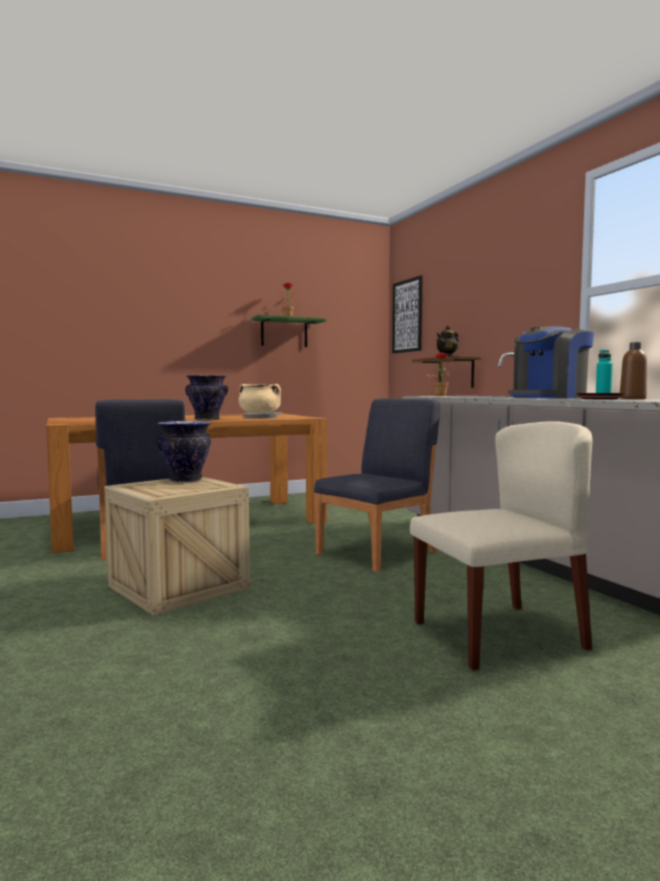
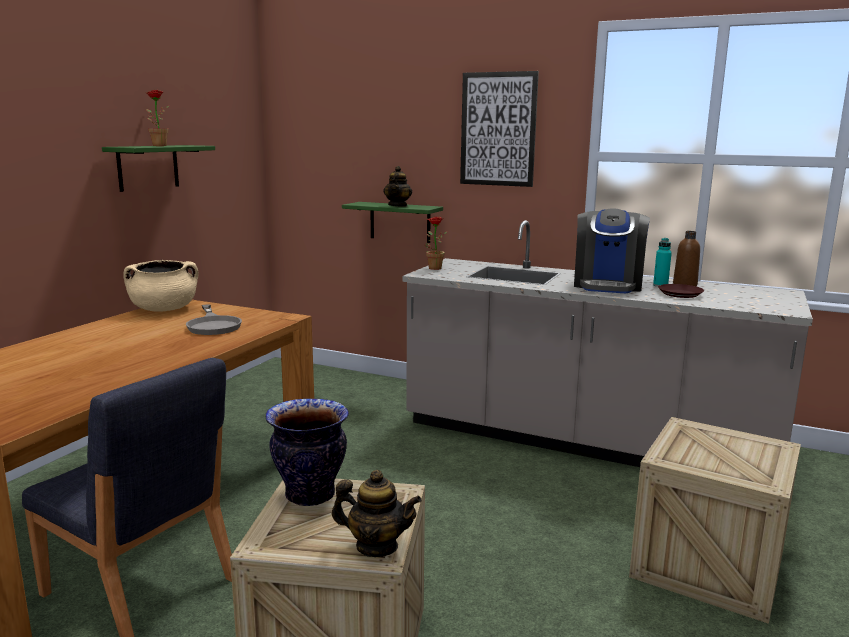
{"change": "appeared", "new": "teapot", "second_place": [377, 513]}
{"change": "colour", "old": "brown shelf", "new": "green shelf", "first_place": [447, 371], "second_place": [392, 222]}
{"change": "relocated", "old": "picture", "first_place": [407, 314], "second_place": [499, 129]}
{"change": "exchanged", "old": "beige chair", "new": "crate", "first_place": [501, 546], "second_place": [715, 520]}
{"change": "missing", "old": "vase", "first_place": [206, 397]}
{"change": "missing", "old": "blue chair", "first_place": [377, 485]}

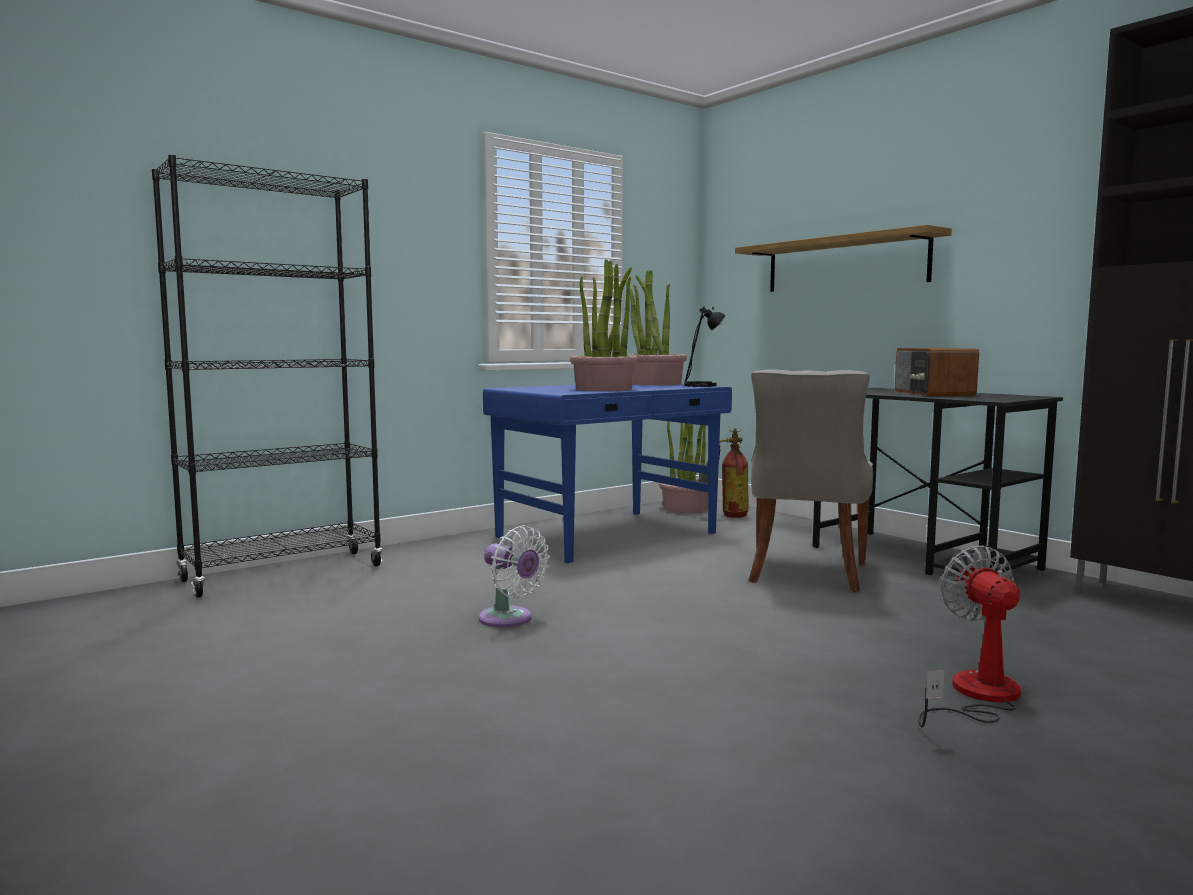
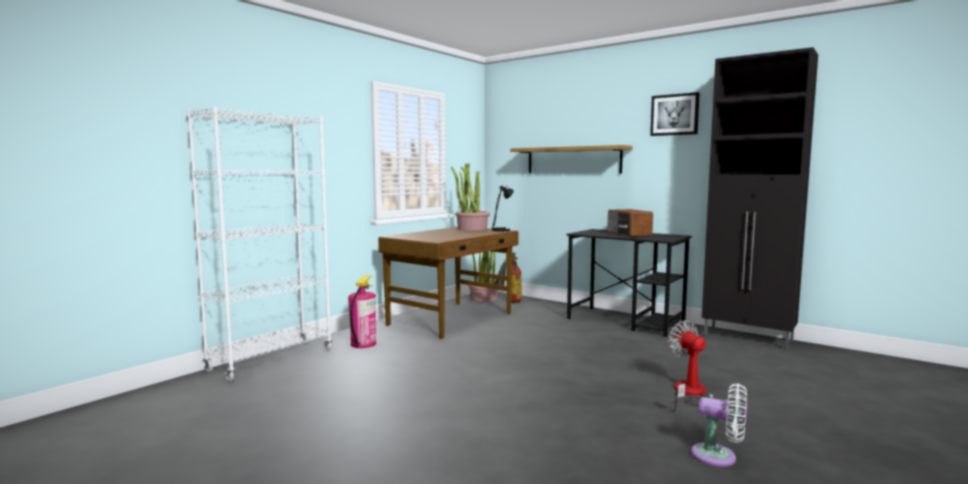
{"change": "colour", "old": "black bookcase", "new": "white bookcase", "first_place": [267, 376], "second_place": [259, 244]}
{"change": "appeared", "new": "fire extinguisher", "second_place": [362, 311]}
{"change": "colour", "old": "blue desk", "new": "brown desk", "first_place": [607, 473], "second_place": [448, 283]}
{"change": "appeared", "new": "picture", "second_place": [675, 114]}
{"change": "relocated", "old": "white fan", "first_place": [514, 576], "second_place": [719, 425]}
{"change": "missing", "old": "potted plant", "first_place": [603, 325]}
{"change": "missing", "old": "grey chair", "first_place": [811, 480]}

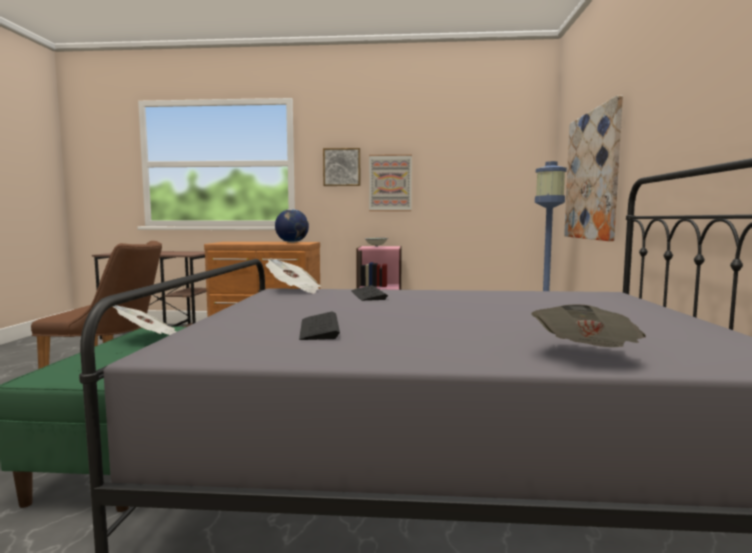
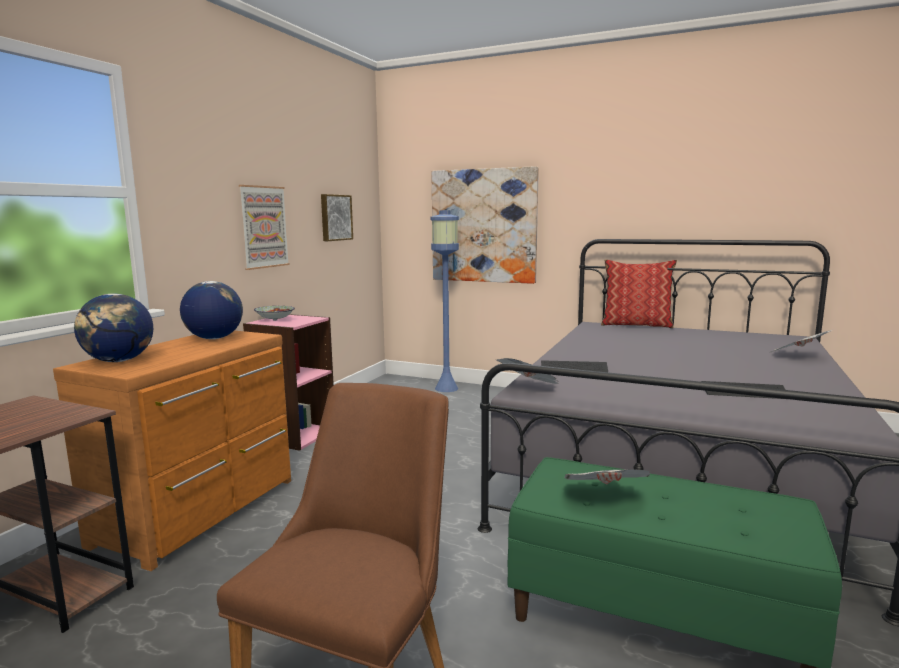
{"change": "appeared", "new": "globe", "second_place": [113, 328]}
{"change": "relocated", "old": "picture", "first_place": [341, 167], "second_place": [337, 217]}
{"change": "appeared", "new": "pillow", "second_place": [639, 294]}

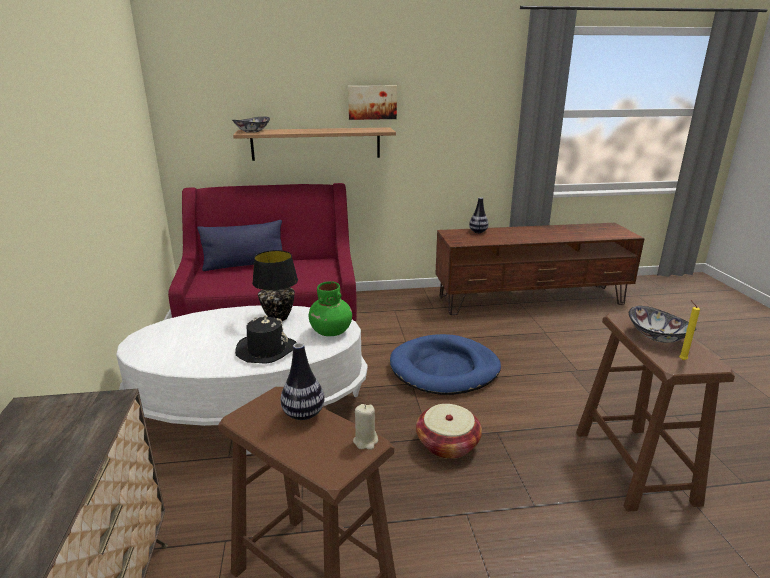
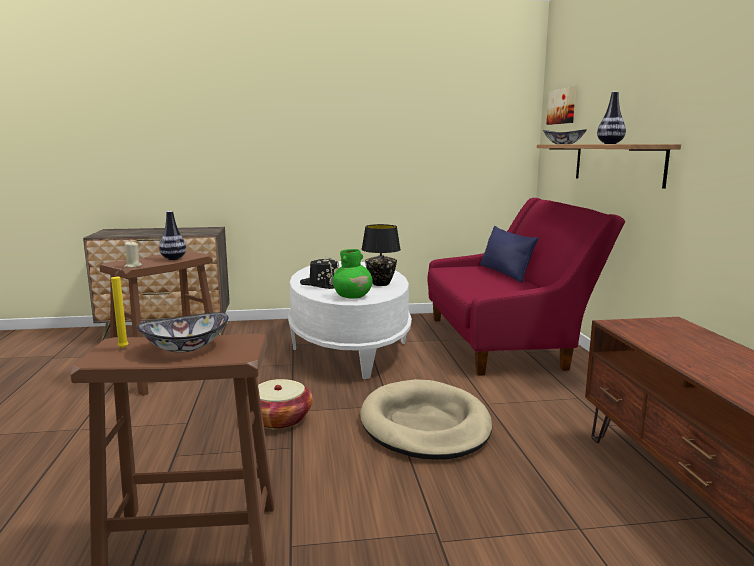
{"change": "colour", "old": "blue dog bed", "new": "beige dog bed", "first_place": [445, 364], "second_place": [426, 419]}
{"change": "relocated", "old": "picture", "first_place": [372, 103], "second_place": [561, 106]}
{"change": "relocated", "old": "vase", "first_place": [478, 215], "second_place": [611, 118]}

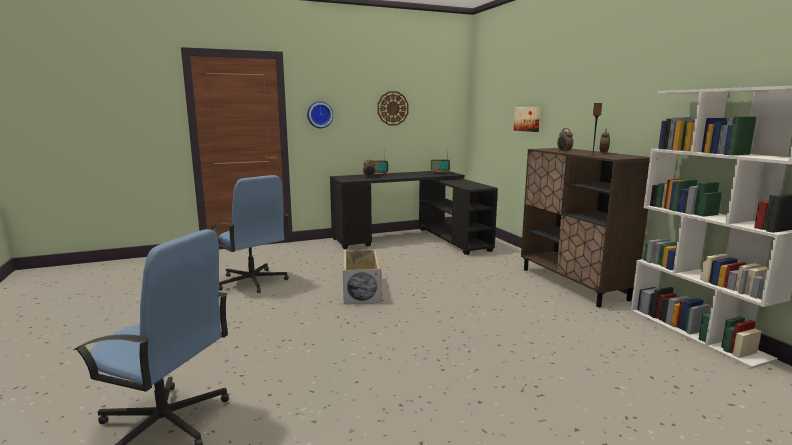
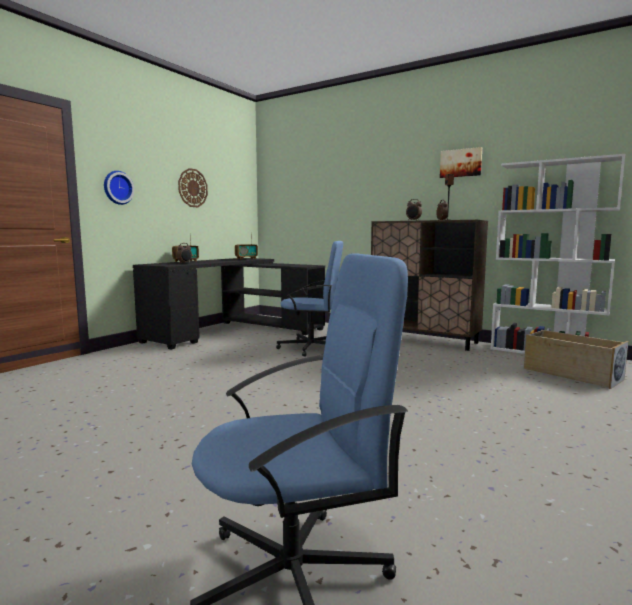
{"change": "relocated", "old": "blue office chair", "first_place": [250, 234], "second_place": [309, 299]}
{"change": "relocated", "old": "picture", "first_place": [527, 119], "second_place": [461, 162]}
{"change": "relocated", "old": "beige storage box", "first_place": [362, 276], "second_place": [576, 359]}

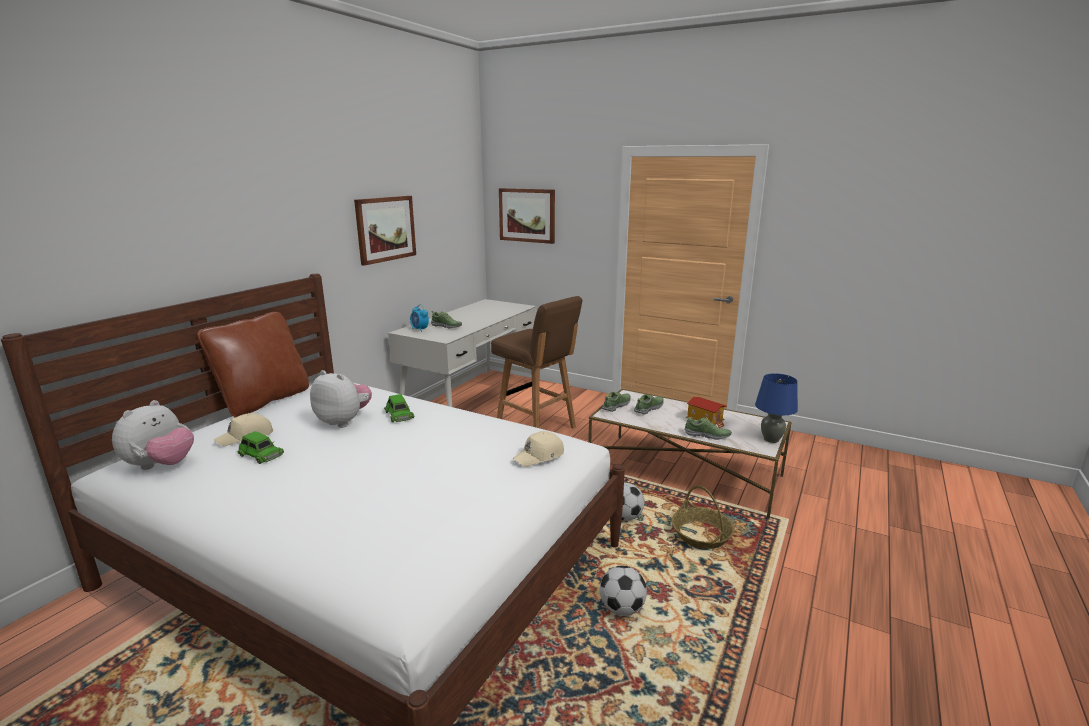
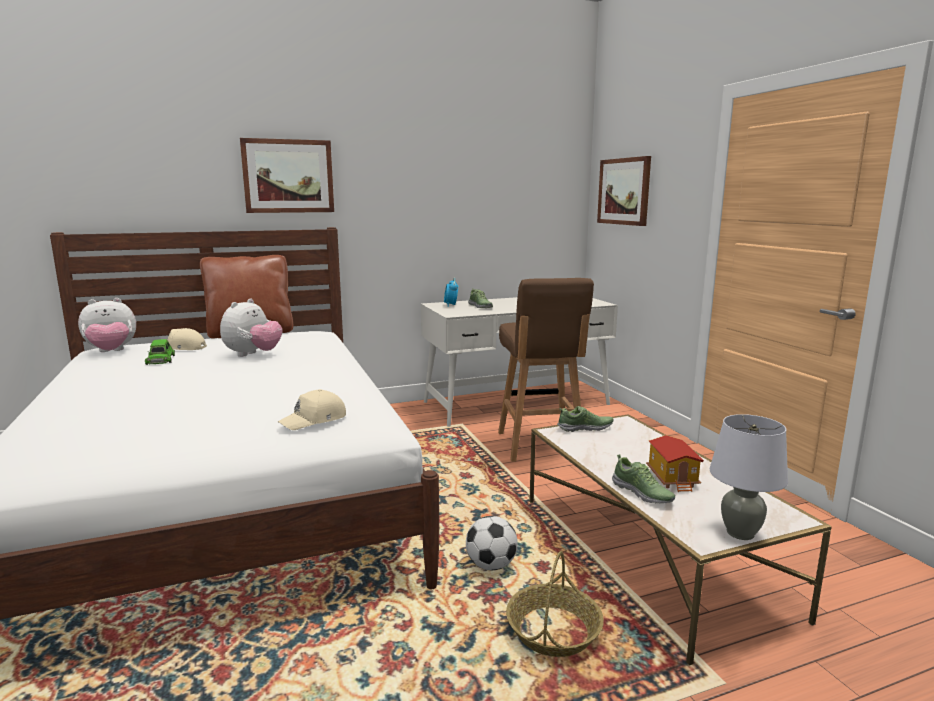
{"change": "spun", "old": "plush toy", "first_place": [341, 399], "second_place": [251, 327], "degrees": 45}
{"change": "relocated", "old": "picture", "first_place": [385, 231], "second_place": [287, 175]}
{"change": "spun", "old": "beige cap", "first_place": [538, 449], "second_place": [312, 409], "degrees": -45}
{"change": "colour", "old": "blue table lamp", "new": "grey table lamp", "first_place": [776, 408], "second_place": [749, 477]}
{"change": "missing", "old": "green toy car", "first_place": [399, 408]}
{"change": "missing", "old": "football", "first_place": [623, 591]}
{"change": "missing", "old": "shoe", "first_place": [649, 404]}

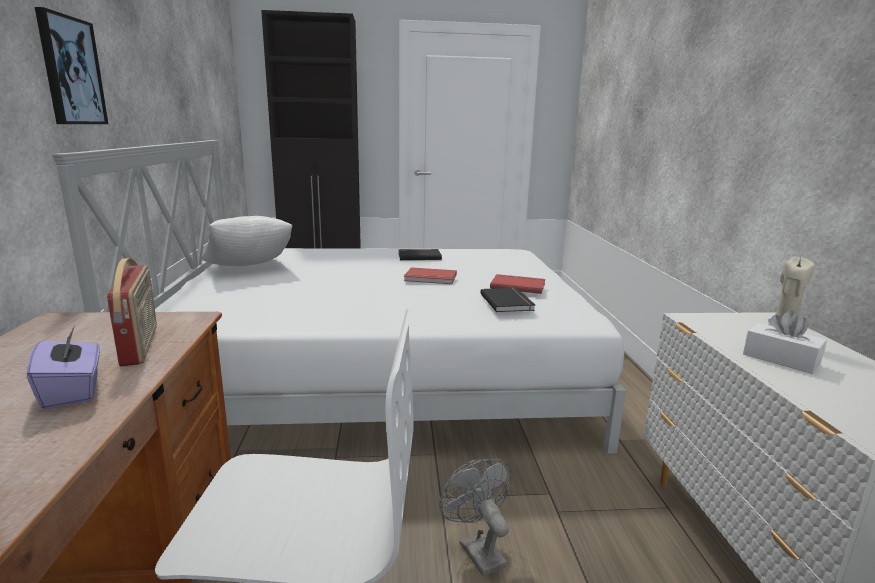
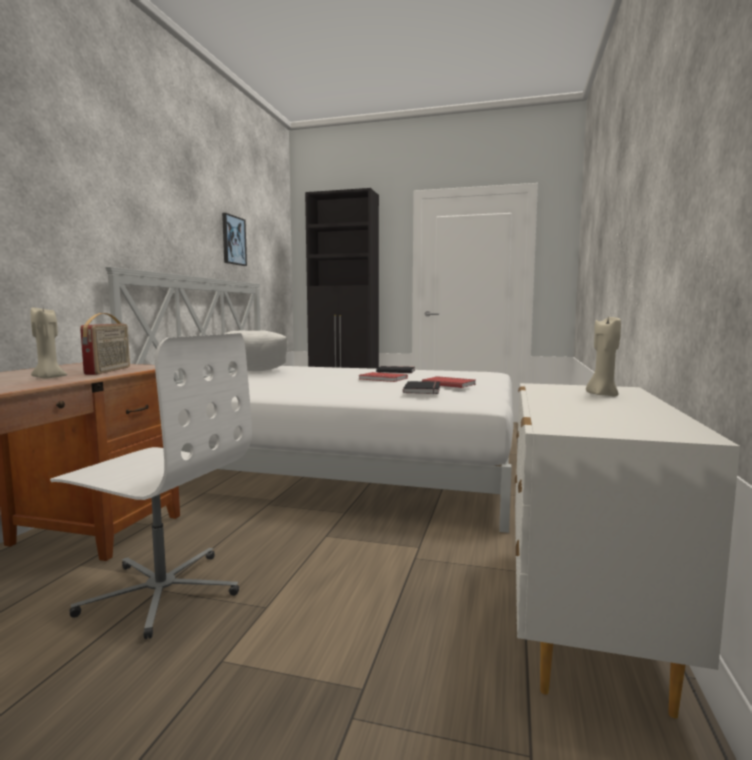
{"change": "exchanged", "old": "purple tissue box", "new": "beige candle", "first_place": [63, 367], "second_place": [49, 343]}
{"change": "relocated", "old": "picture", "first_place": [71, 65], "second_place": [234, 239]}
{"change": "missing", "old": "grey fan", "first_place": [475, 517]}
{"change": "missing", "old": "white tissue box", "first_place": [785, 342]}

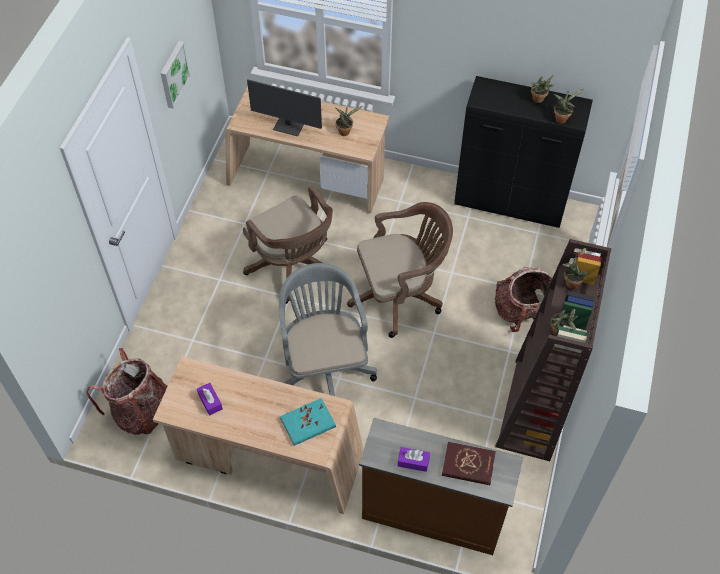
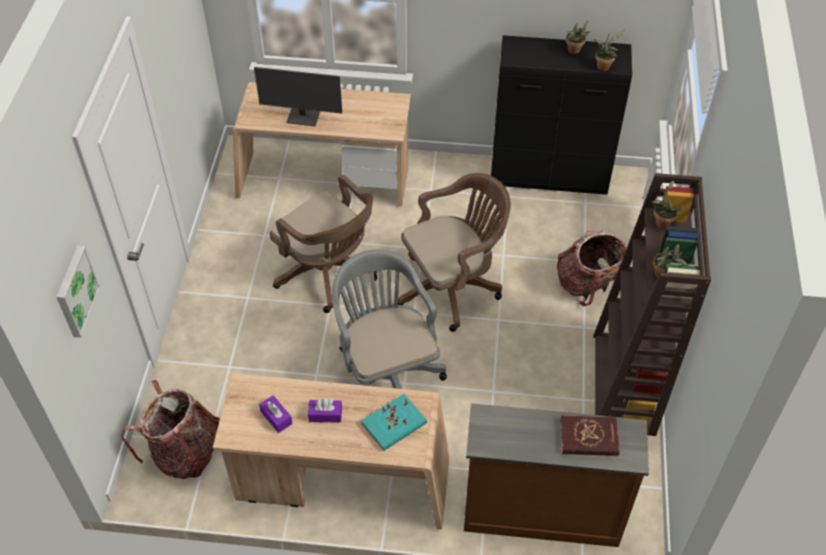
{"change": "relocated", "old": "picture", "first_place": [175, 75], "second_place": [78, 291]}
{"change": "relocated", "old": "purple tissue box", "first_place": [414, 459], "second_place": [325, 410]}
{"change": "missing", "old": "potted plant", "first_place": [349, 121]}

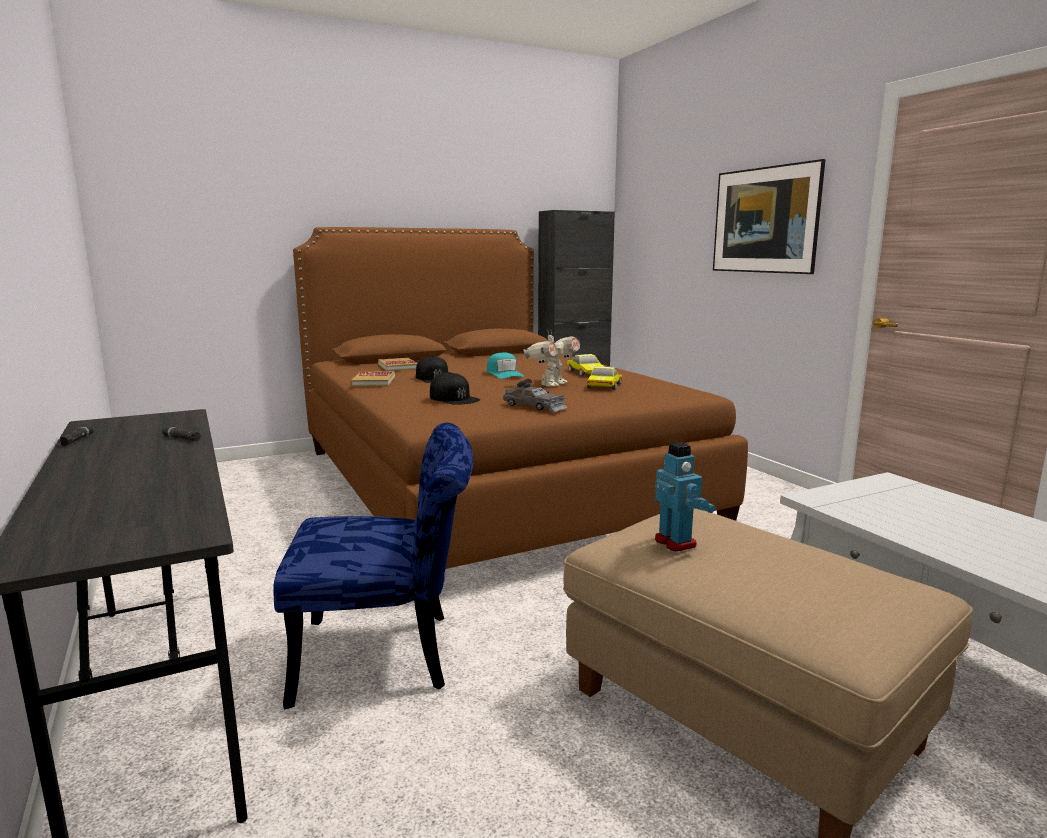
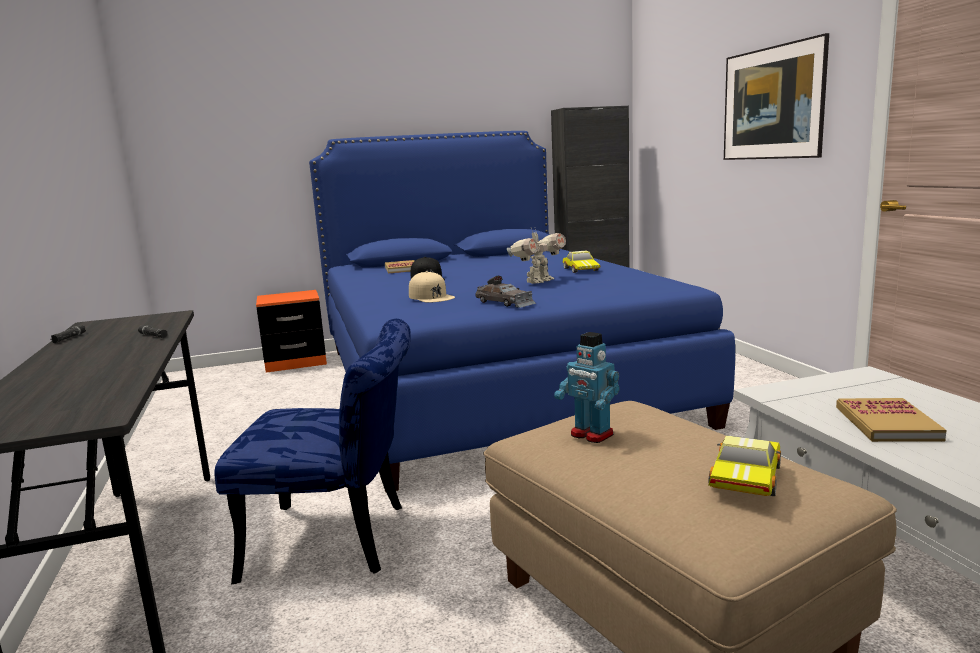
{"change": "appeared", "new": "orange nightstand", "second_place": [291, 331]}
{"change": "colour", "old": "brown bed", "new": "blue bed", "first_place": [520, 398], "second_place": [522, 311]}
{"change": "colour", "old": "black cap", "new": "beige cap", "first_place": [455, 388], "second_place": [432, 287]}
{"change": "spun", "old": "toy robot", "first_place": [685, 497], "second_place": [587, 387], "degrees": 150}
{"change": "relocated", "old": "toy car", "first_place": [604, 378], "second_place": [744, 465]}
{"change": "relocated", "old": "book", "first_place": [372, 379], "second_place": [891, 420]}
{"change": "missing", "old": "turquoise cap", "first_place": [505, 366]}

